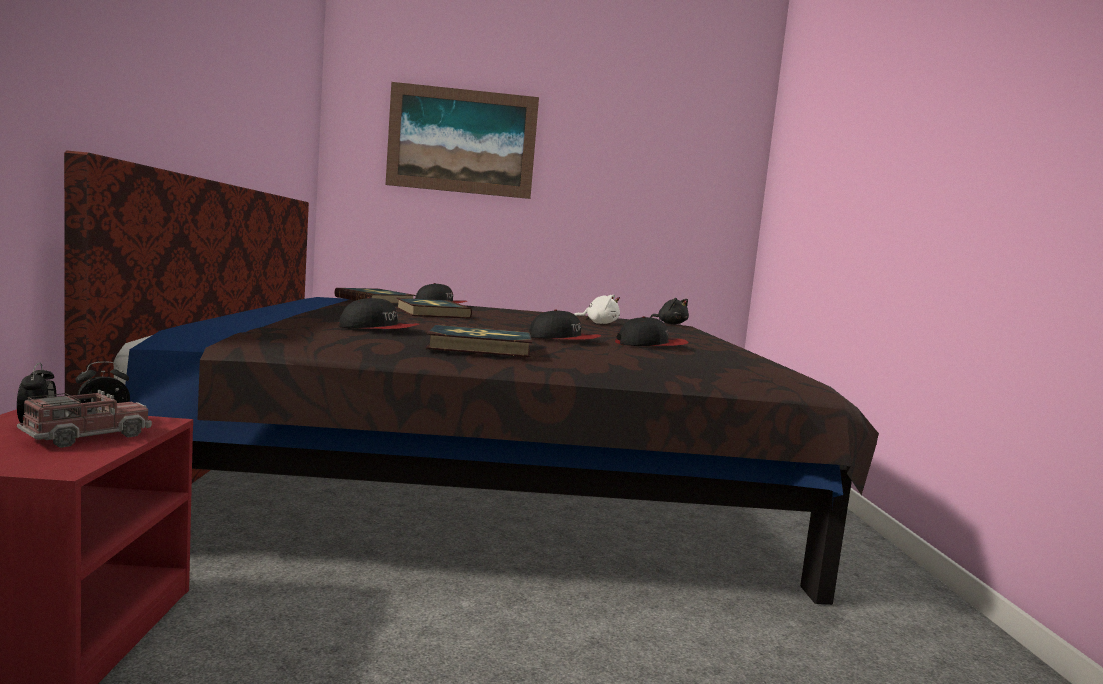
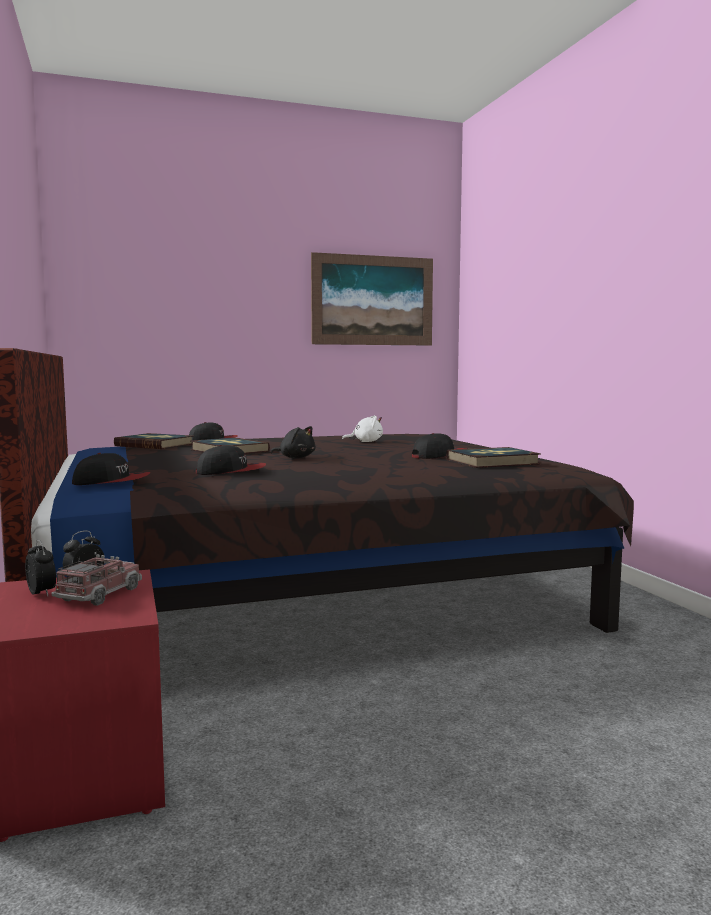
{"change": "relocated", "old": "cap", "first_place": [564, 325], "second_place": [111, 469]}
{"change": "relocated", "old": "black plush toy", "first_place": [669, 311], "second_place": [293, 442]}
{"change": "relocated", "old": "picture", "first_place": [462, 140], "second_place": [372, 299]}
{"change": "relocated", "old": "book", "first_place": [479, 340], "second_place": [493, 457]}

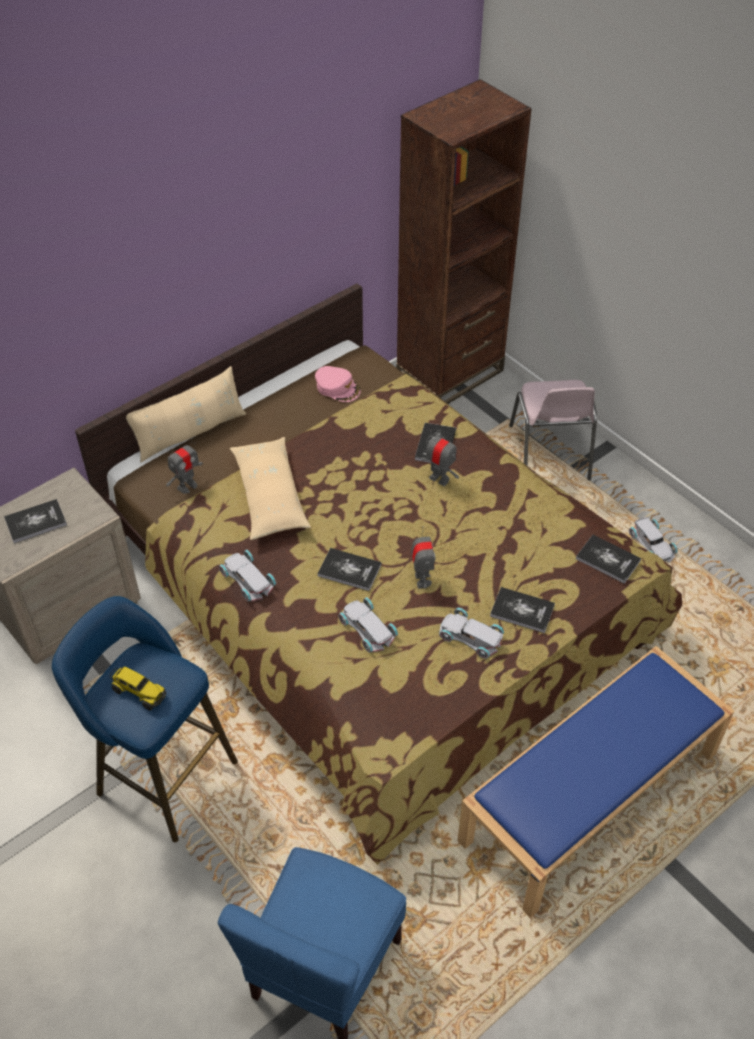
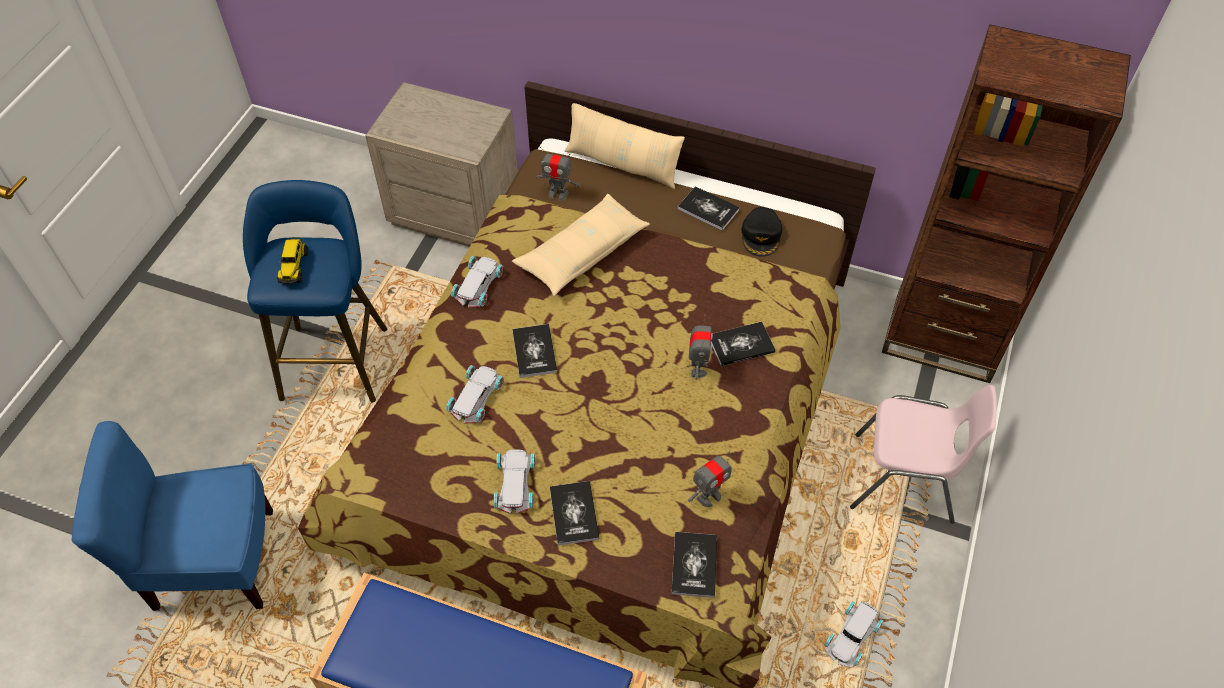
{"change": "relocated", "old": "book", "first_place": [35, 521], "second_place": [709, 208]}
{"change": "relocated", "old": "toy robot", "first_place": [423, 557], "second_place": [710, 479]}
{"change": "colour", "old": "pink cap", "new": "black cap", "first_place": [338, 384], "second_place": [762, 232]}
{"change": "spun", "old": "pink chair", "first_place": [553, 430], "second_place": [923, 454], "degrees": -135}

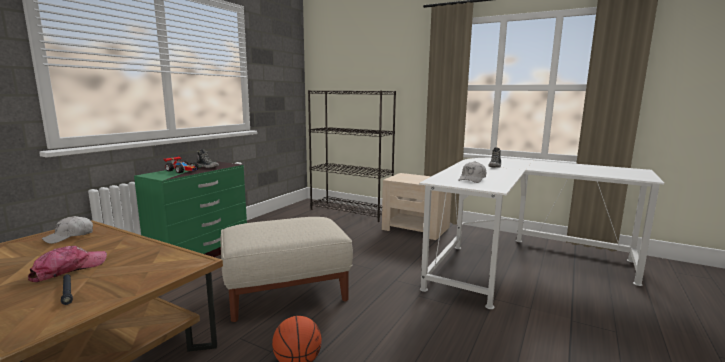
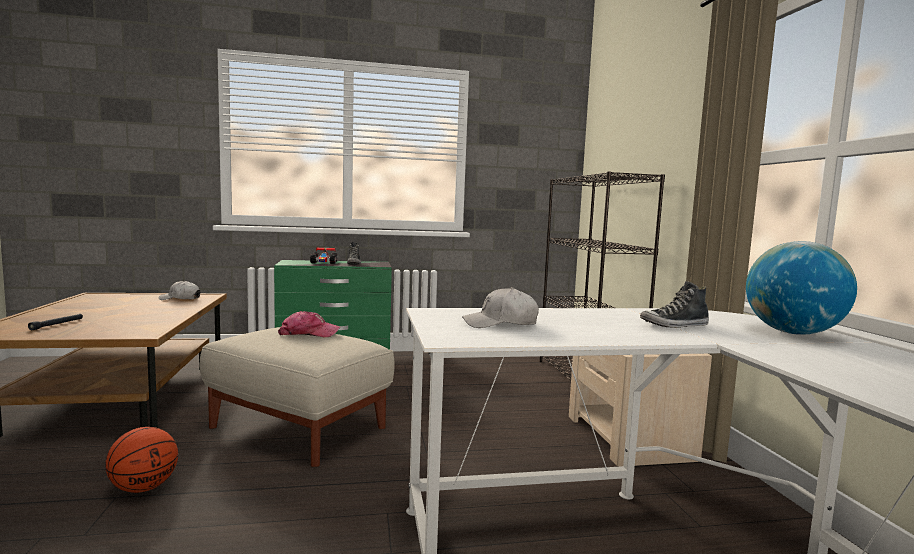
{"change": "relocated", "old": "cap", "first_place": [67, 264], "second_place": [309, 324]}
{"change": "appeared", "new": "globe", "second_place": [801, 288]}

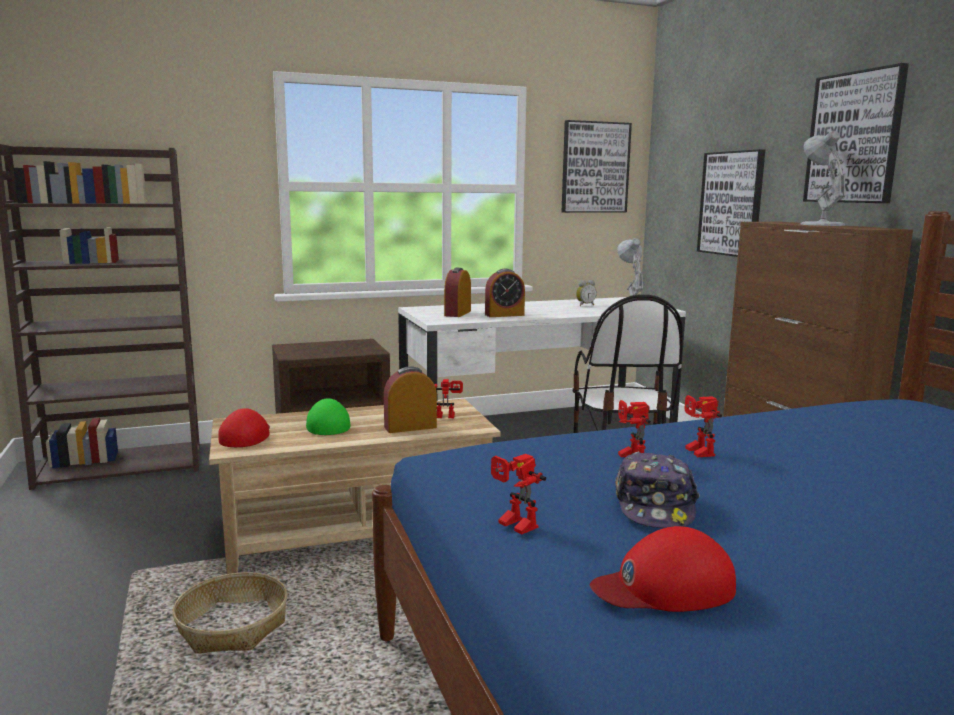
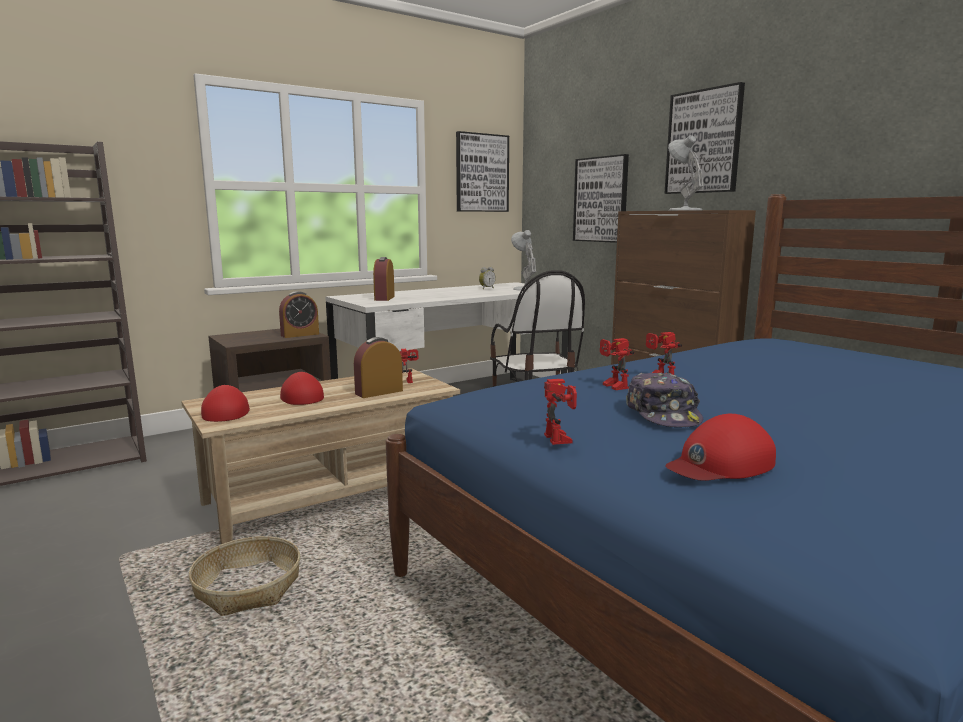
{"change": "relocated", "old": "alarm clock", "first_place": [505, 292], "second_place": [299, 314]}
{"change": "colour", "old": "green cap", "new": "red cap", "first_place": [328, 416], "second_place": [302, 388]}
{"change": "spun", "old": "toy robot", "first_place": [518, 494], "second_place": [560, 412], "degrees": -135}

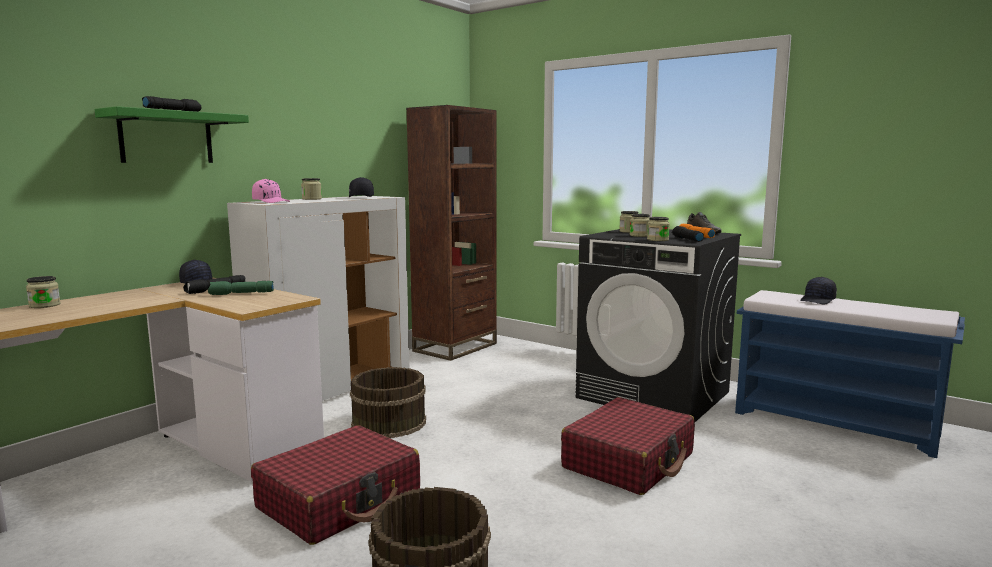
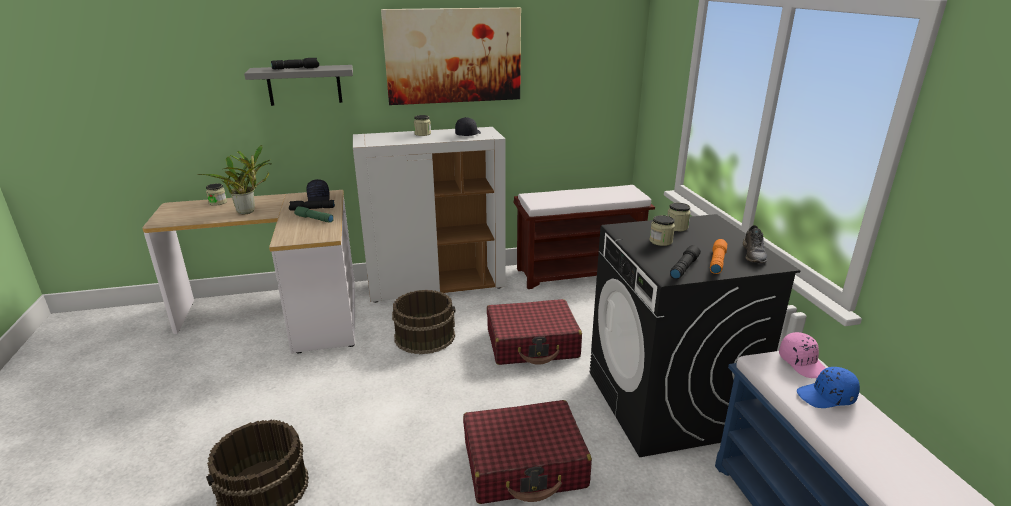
{"change": "appeared", "new": "potted plant", "second_place": [234, 180]}
{"change": "colour", "old": "green shelf", "new": "grey shelf", "first_place": [172, 134], "second_place": [298, 85]}
{"change": "appeared", "new": "picture", "second_place": [451, 56]}
{"change": "relocated", "old": "red suitcase", "first_place": [335, 485], "second_place": [534, 332]}
{"change": "exchanged", "old": "brown bookcase", "new": "brown bench", "first_place": [451, 233], "second_place": [584, 237]}
{"change": "relocated", "old": "pink cap", "first_place": [271, 191], "second_place": [802, 355]}
{"change": "colour", "old": "black cap", "new": "blue cap", "first_place": [818, 290], "second_place": [828, 387]}
{"change": "missing", "old": "jar", "first_place": [658, 229]}

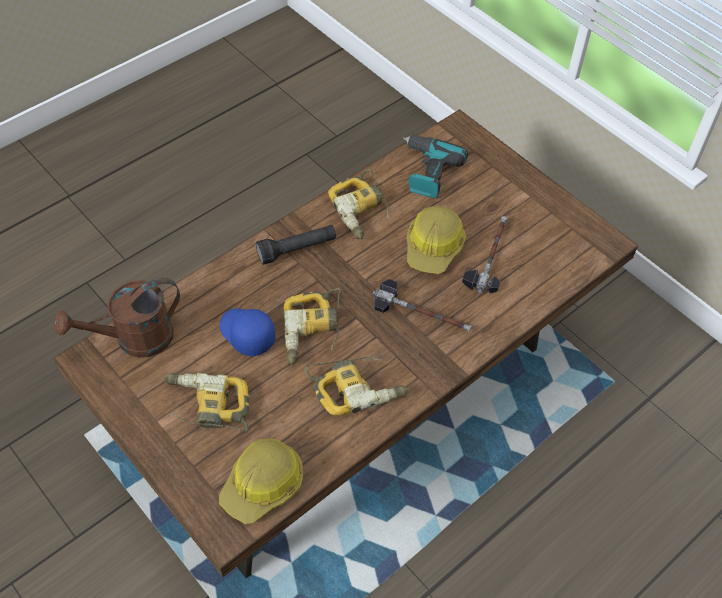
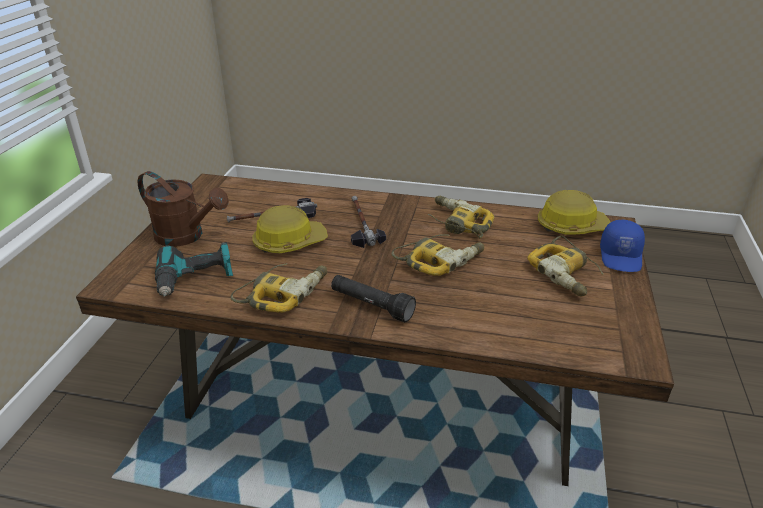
{"change": "relocated", "old": "brown watering can", "first_place": [117, 318], "second_place": [183, 209]}
{"change": "relocated", "old": "blue cap", "first_place": [247, 332], "second_place": [622, 246]}

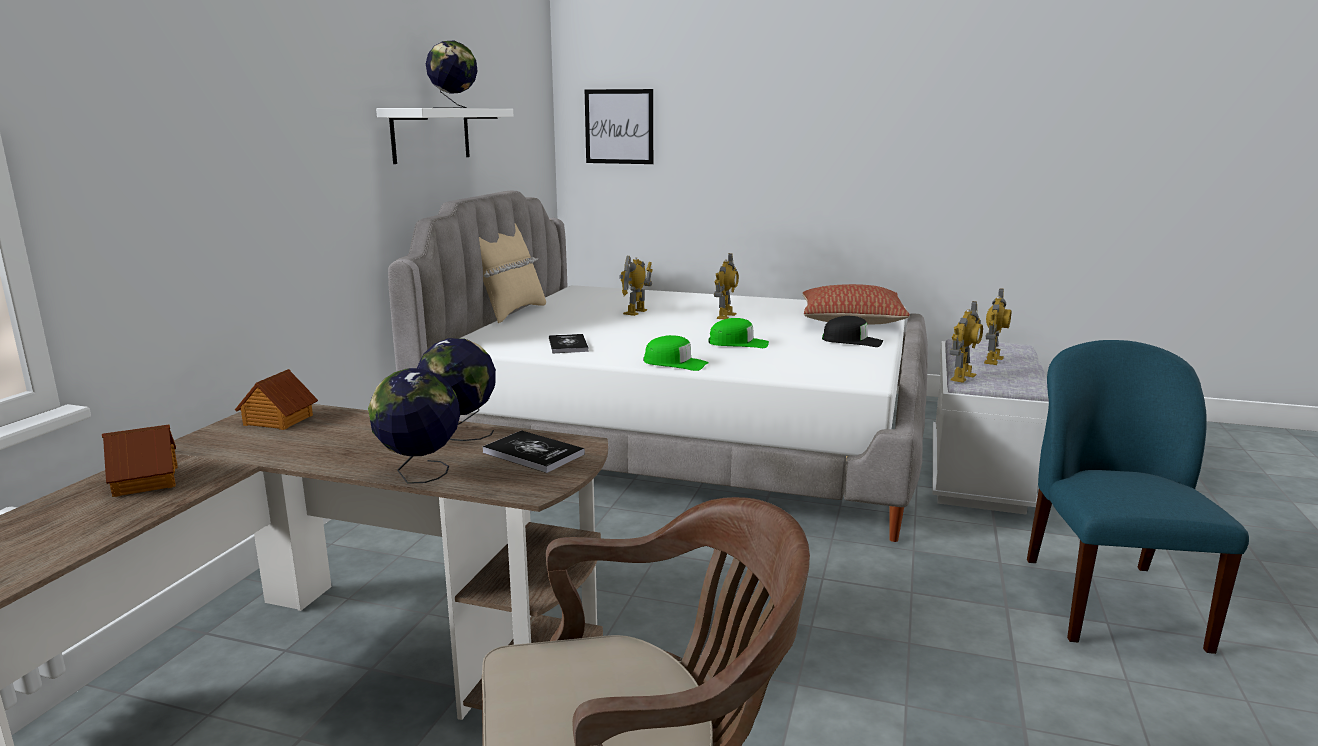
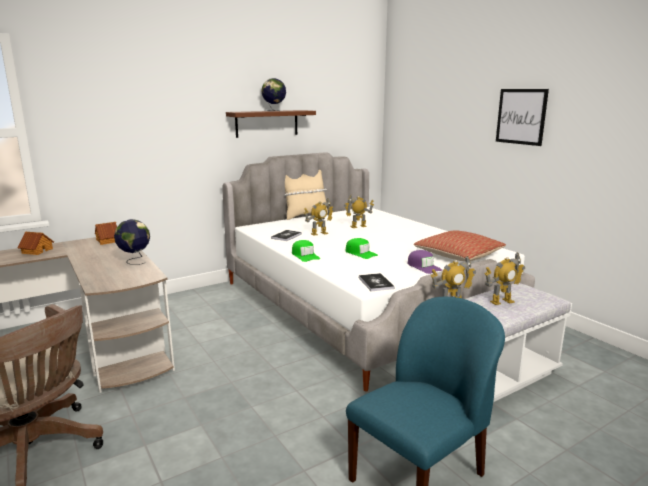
{"change": "colour", "old": "white shelf", "new": "brown shelf", "first_place": [444, 136], "second_place": [271, 124]}
{"change": "relocated", "old": "toy robot", "first_place": [726, 286], "second_place": [319, 217]}
{"change": "relocated", "old": "book", "first_place": [534, 451], "second_place": [376, 282]}
{"change": "colour", "old": "black cap", "new": "purple cap", "first_place": [852, 331], "second_place": [424, 262]}
{"change": "relocated", "old": "picture", "first_place": [619, 126], "second_place": [522, 117]}
{"change": "missing", "old": "globe", "first_place": [414, 426]}

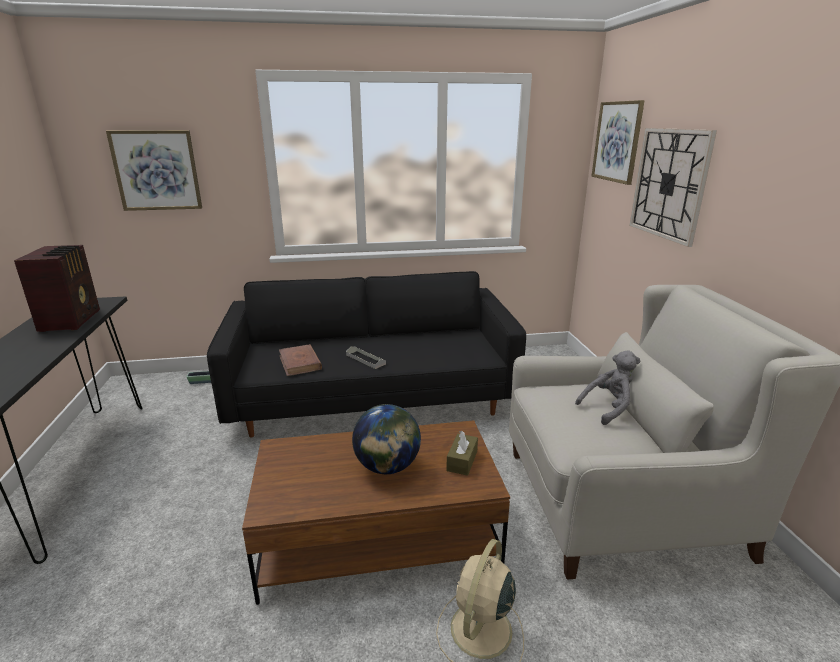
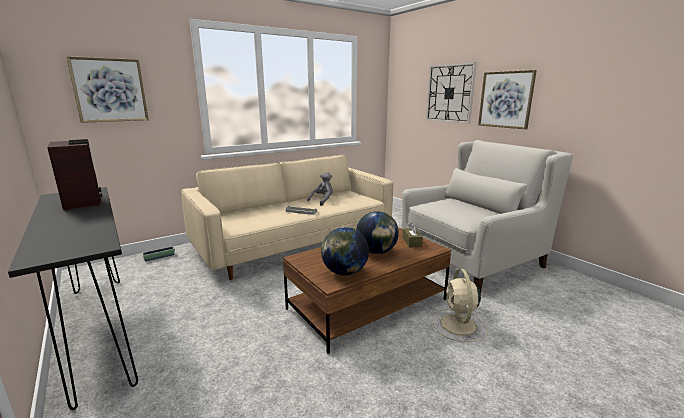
{"change": "colour", "old": "black sofa", "new": "beige sofa", "first_place": [366, 354], "second_place": [287, 217]}
{"change": "relocated", "old": "grey plush toy", "first_place": [607, 388], "second_place": [320, 189]}
{"change": "appeared", "new": "globe", "second_place": [345, 251]}
{"change": "relocated", "old": "picture", "first_place": [618, 142], "second_place": [507, 99]}
{"change": "missing", "old": "brown book", "first_place": [300, 360]}

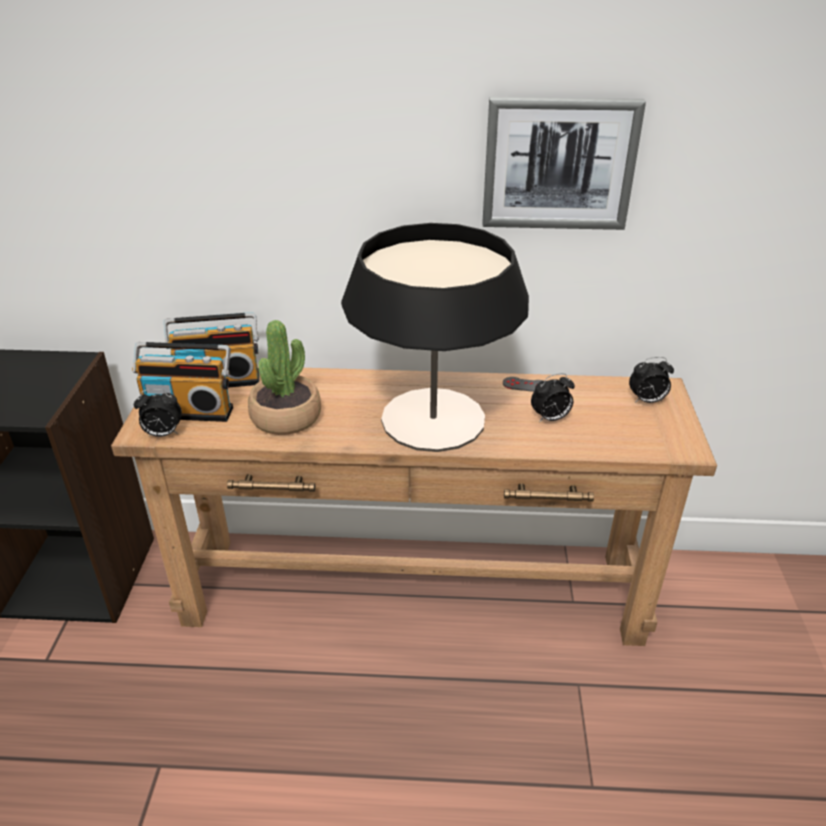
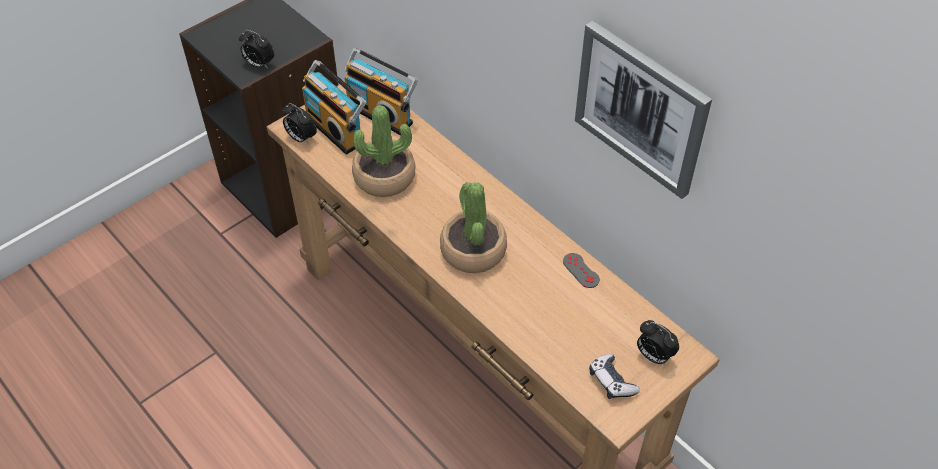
{"change": "relocated", "old": "alarm clock", "first_place": [553, 397], "second_place": [256, 49]}
{"change": "exchanged", "old": "table lamp", "new": "potted plant", "first_place": [435, 337], "second_place": [473, 227]}
{"change": "appeared", "new": "game controller", "second_place": [614, 376]}

